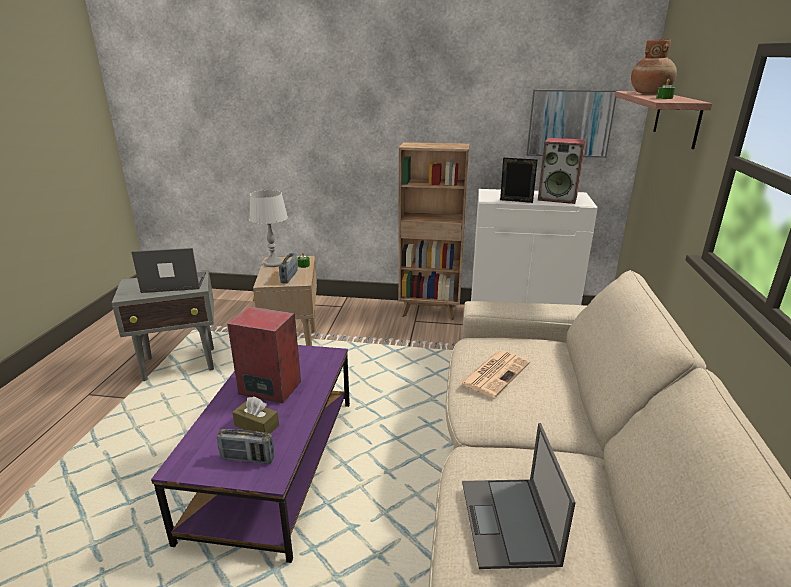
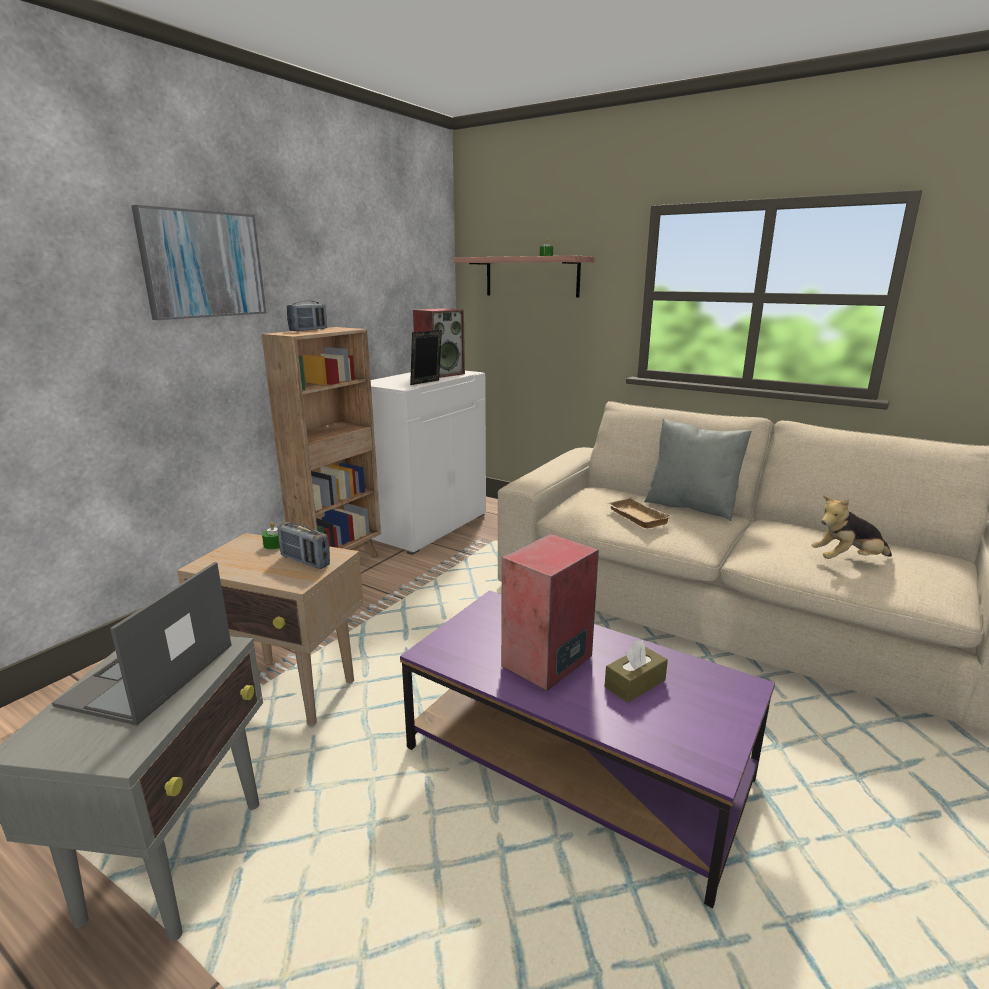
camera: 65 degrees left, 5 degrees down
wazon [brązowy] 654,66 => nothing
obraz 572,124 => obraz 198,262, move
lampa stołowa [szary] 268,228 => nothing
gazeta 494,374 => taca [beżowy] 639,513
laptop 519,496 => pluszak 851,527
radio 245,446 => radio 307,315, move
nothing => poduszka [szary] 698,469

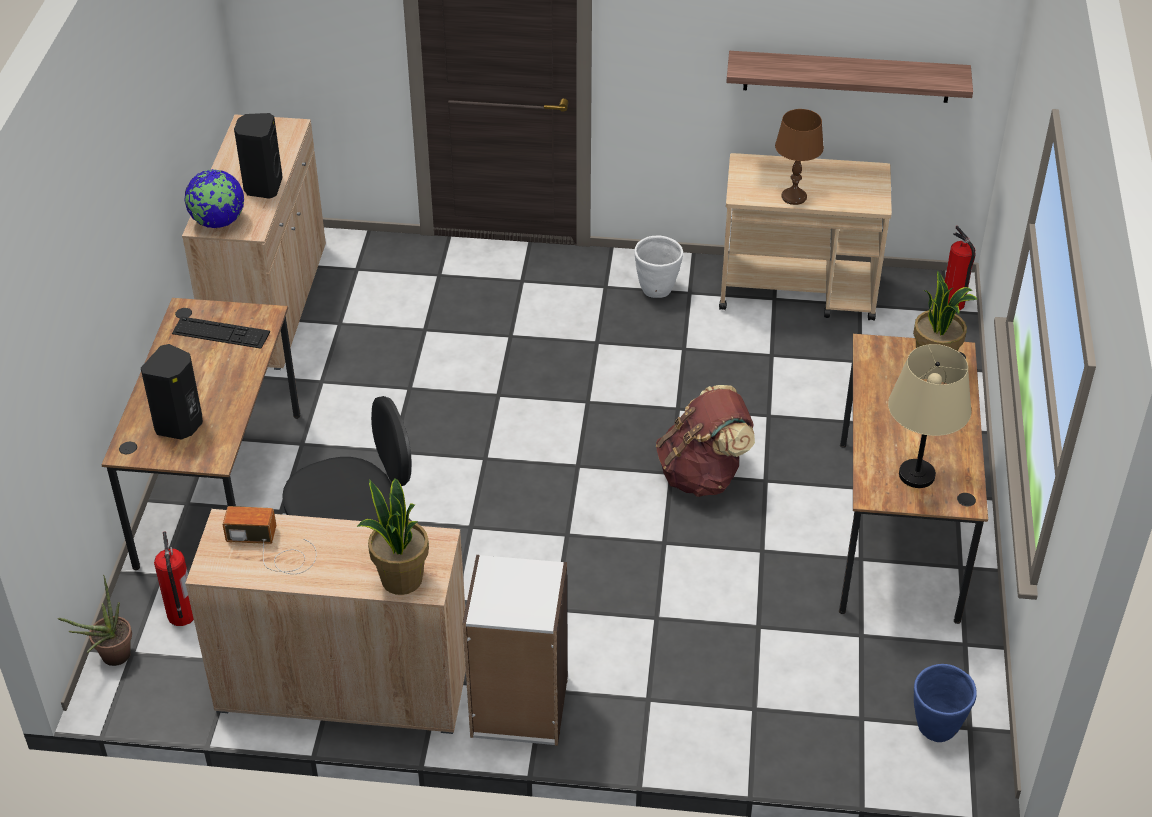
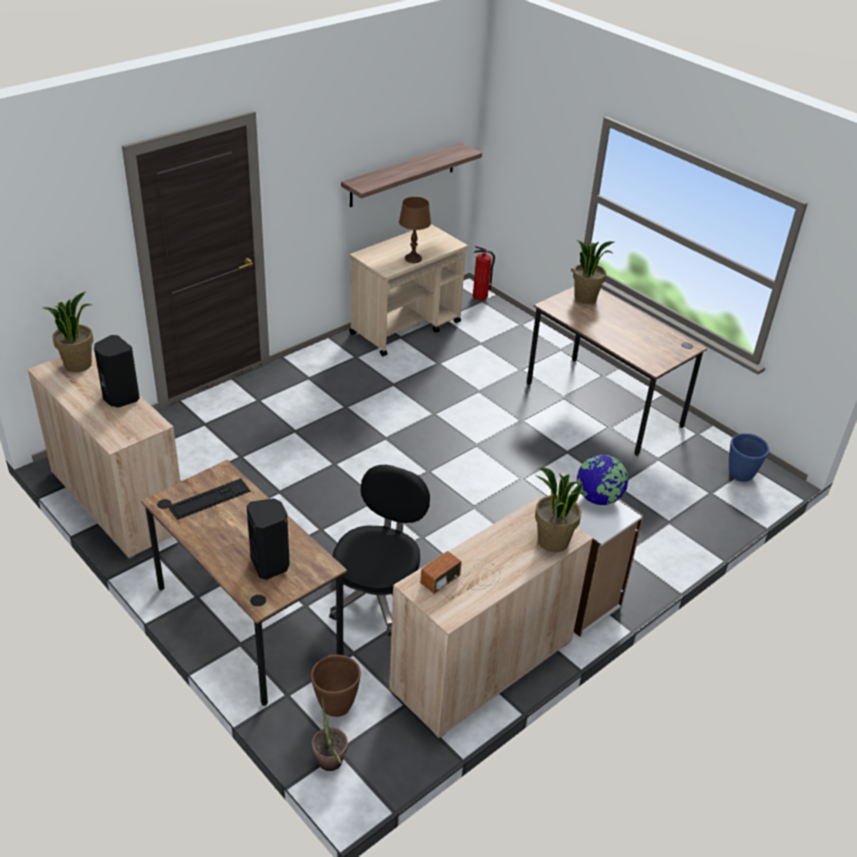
camera: 50 degrees left, 5 degrees down
globus 214,198 => globus 602,479, move
donica [biały] 658,267 => nothing
lampa stołowa [beżowy] 929,416 => nothing
plecak [brązowy] 705,441 => nothing
gaśnica 174,578 => donica [brązowy] 336,686
nothing => roślina doniczkowa 68,332

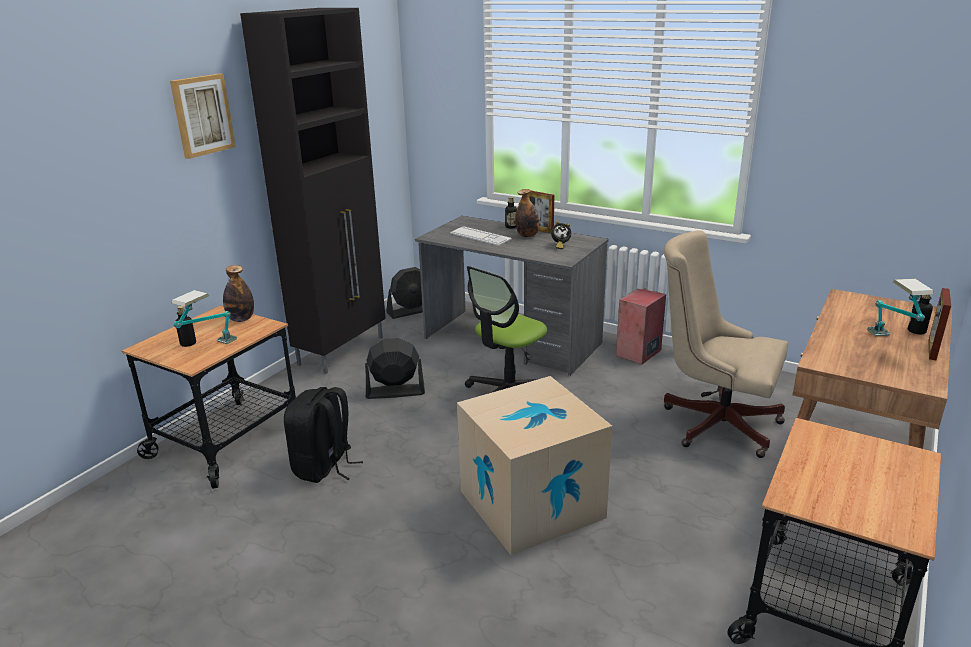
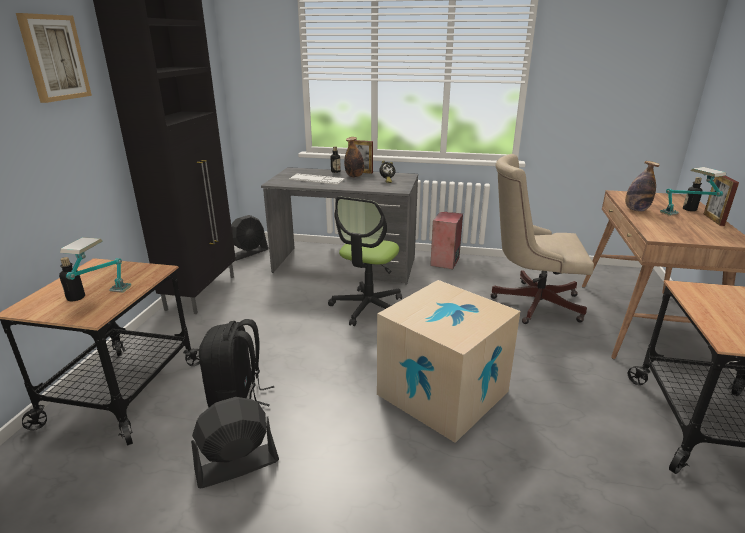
camera: 20 degrees left, 0 degrees up
butelka 238,293 => butelka 642,186, move
wentylator [czarny] 395,368 => wentylator [czarny] 235,442, move

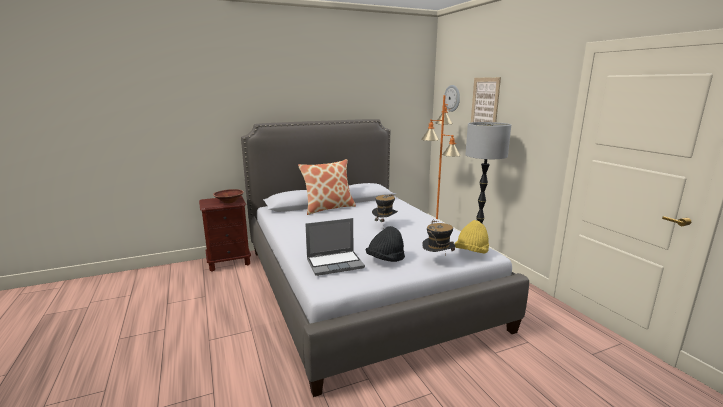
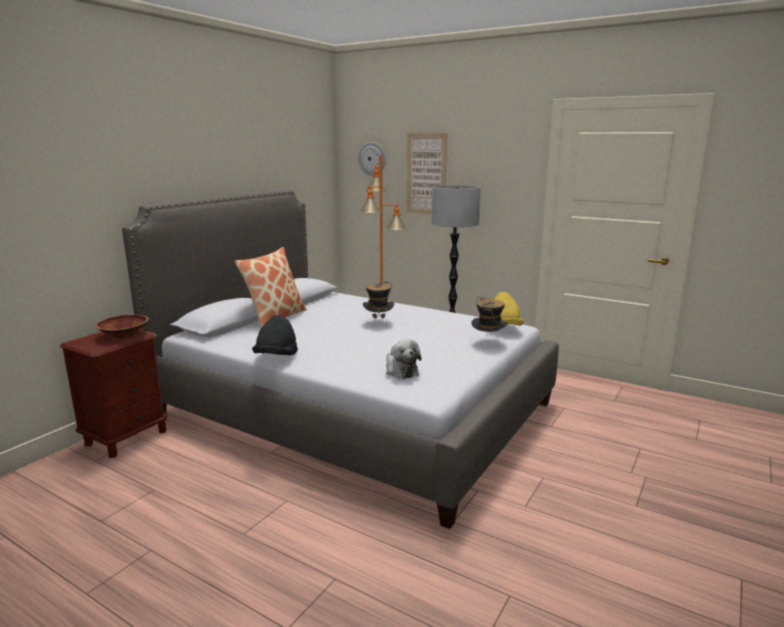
camera: 35 degrees left, 0 degrees up
laptop 335,247 => pluszak 403,359
kapelusz [czarny] 385,244 => kapelusz [czarny] 275,335, move

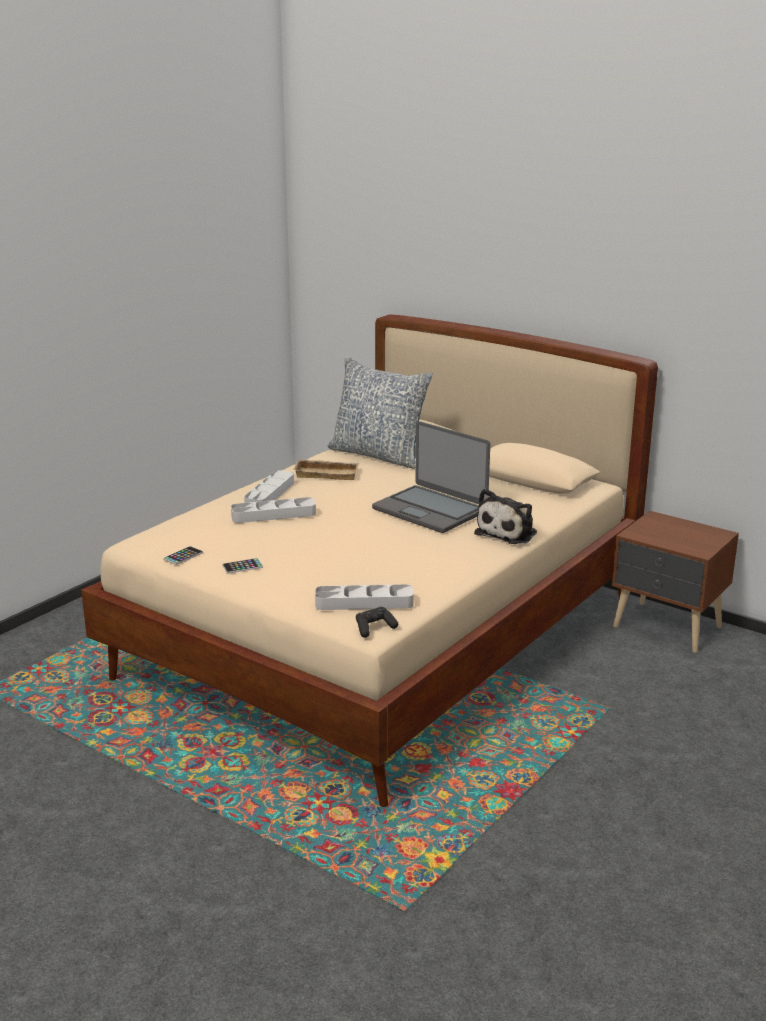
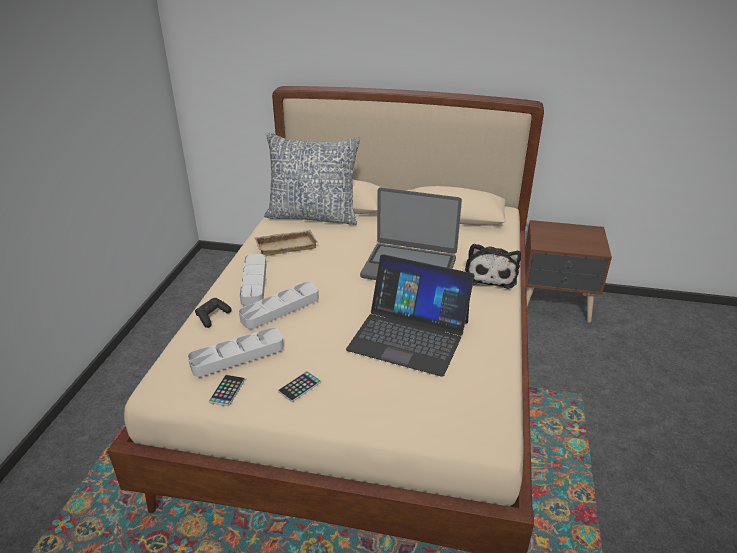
camera: 25 degrees left, 10 degrees up
taca [szary] 364,597 => taca [szary] 235,352, move
pad do gier [czarny] 377,622 => pad do gier [czarny] 213,313, move
nothing => laptop 410,315

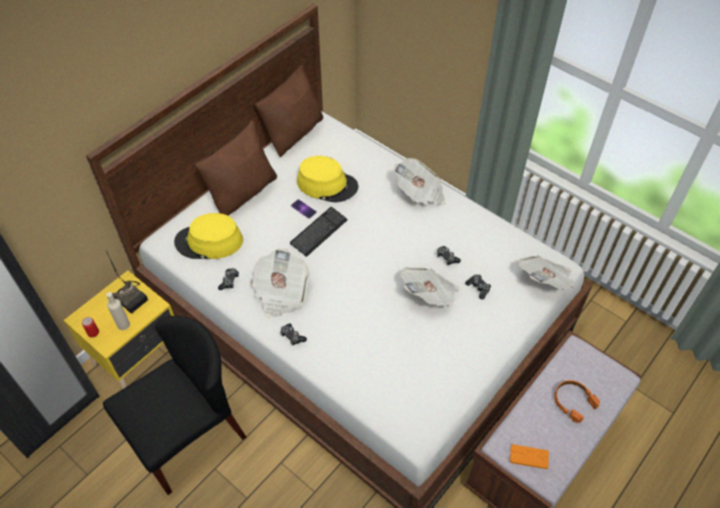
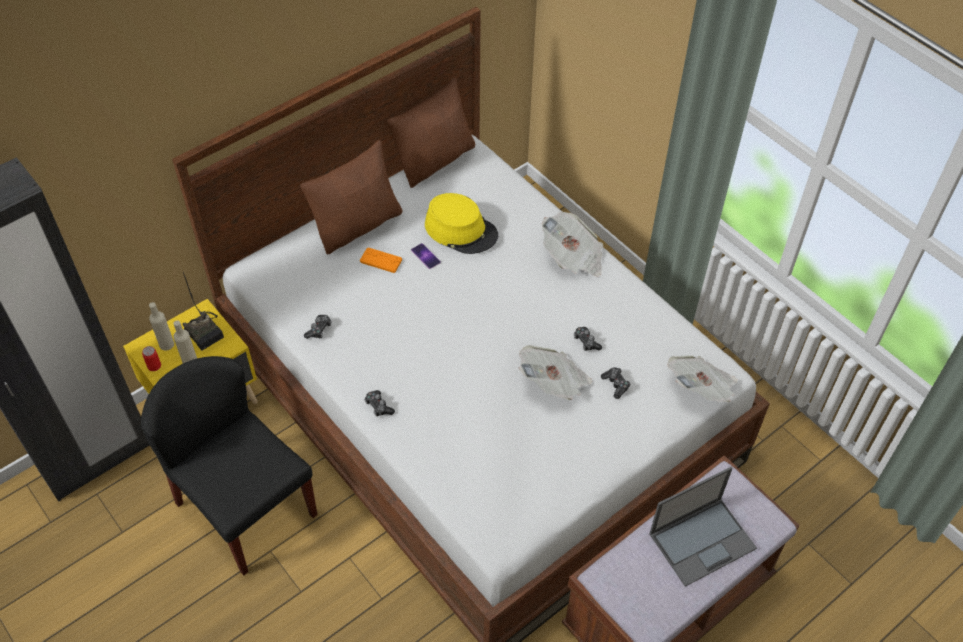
camera: 10 degrees right, 0 degrees up
klawiatura 319,232 => nothing
kapelusz [żółty] 208,236 => nothing
gazeta 280,283 => nothing
krzesło [czarny] 174,405 => krzesło [czarny] 229,465, 105 degrees counterclockwise
słuchawki [pomarańczowy] 577,401 => laptop 703,527
pad do gier [pomarańczowy] 529,456 => pad do gier [pomarańczowy] 381,260, move
nothing => butelka [beżowy] 161,326

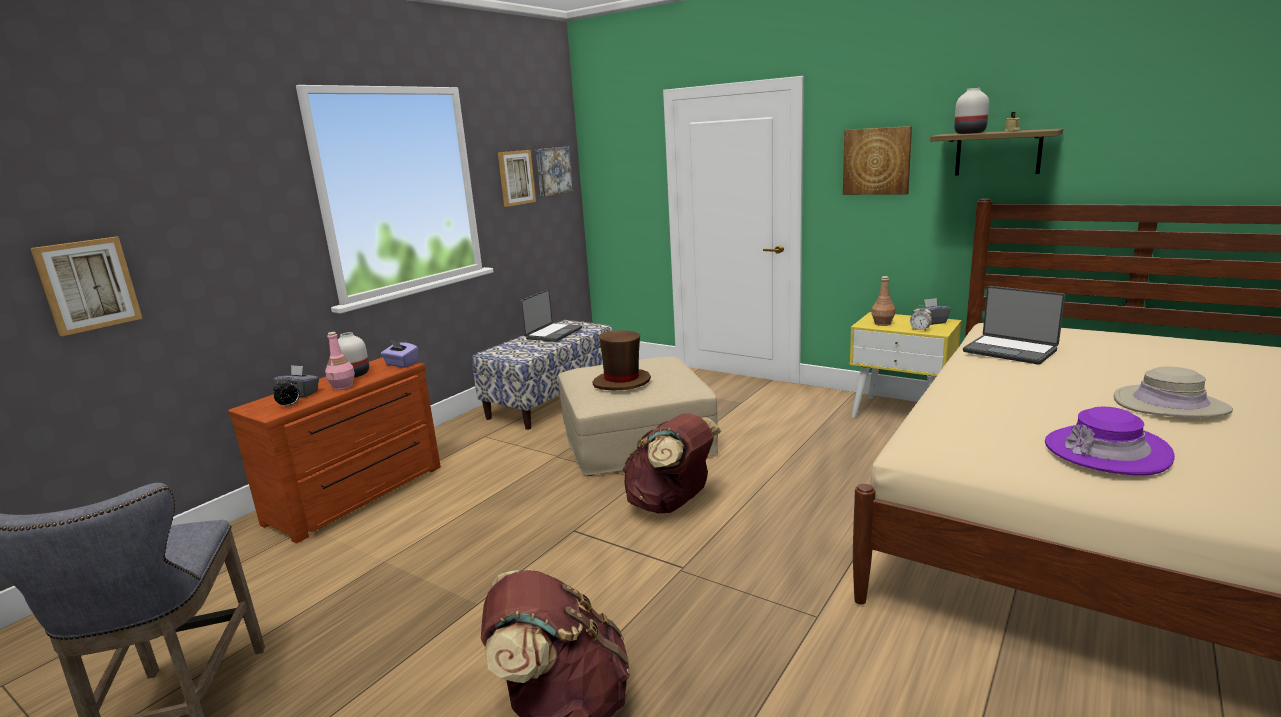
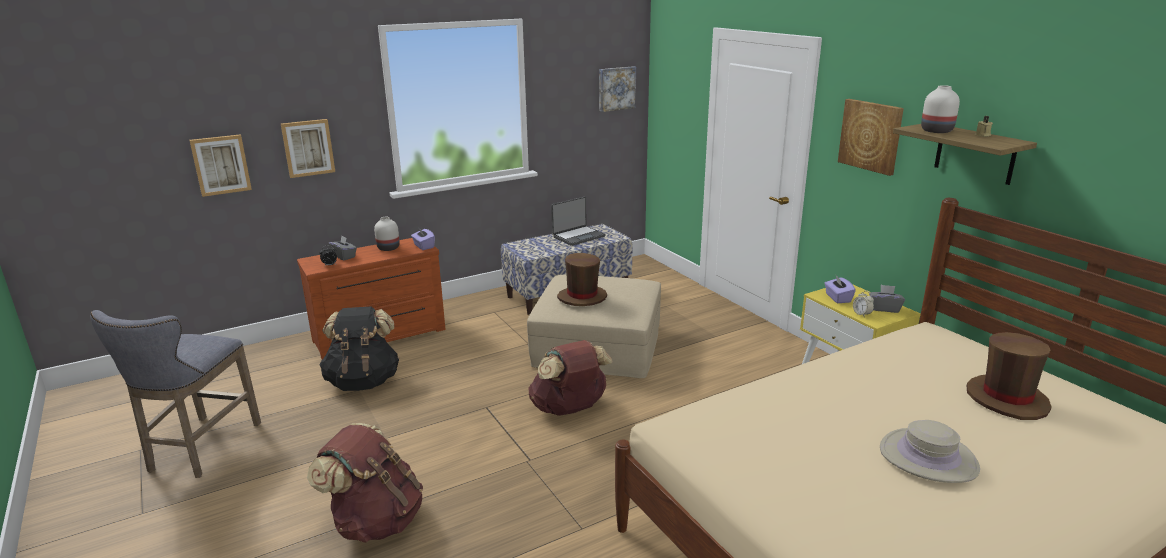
camera: 25 degrees right, 5 degrees up
obraz 517,178 => obraz 308,148, move
butelka [brązowy] 883,301 => pudełko chusteczek [fioletowy] 840,289
laptop 1014,325 => nothing
butelka [różowy] 340,361 => nothing
kapelusz [fioletowy] 1110,441 => nothing
nothing => plecak [czarny] 360,348
nothing => kapelusz [brązowy] 1009,376

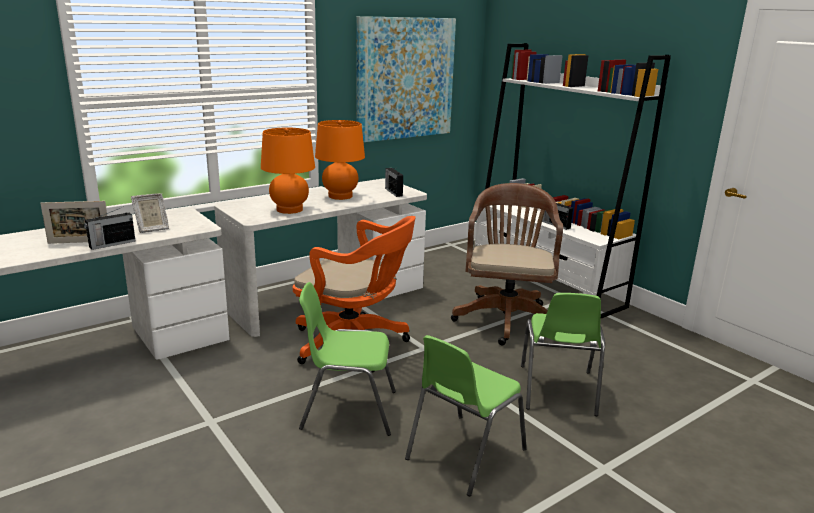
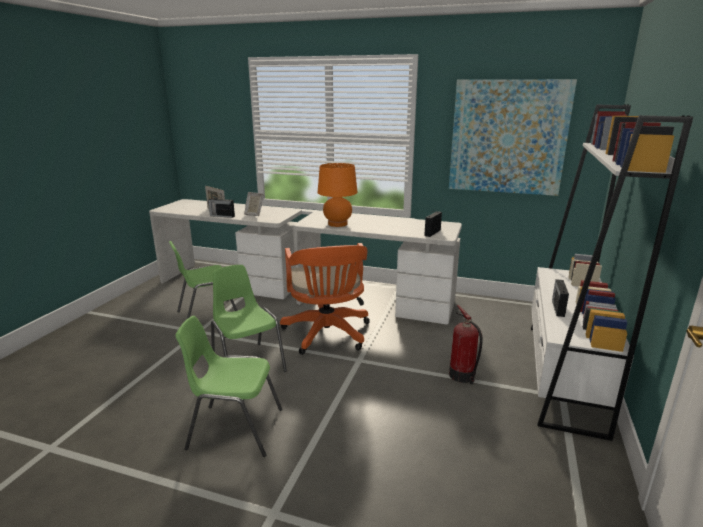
camera: 55 degrees right, 0 degrees up
lampa stołowa [pomarańczowy] 340,160 => nothing
krzesło biurowe [brązowy] 507,264 => gaśnica 465,344
krzesło [zielony] 563,354 => krzesło [zielony] 203,280, move

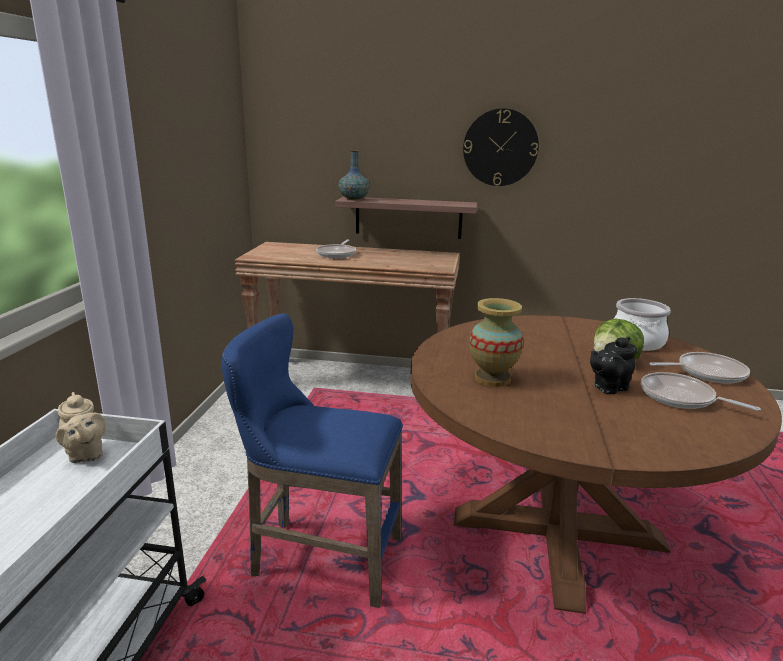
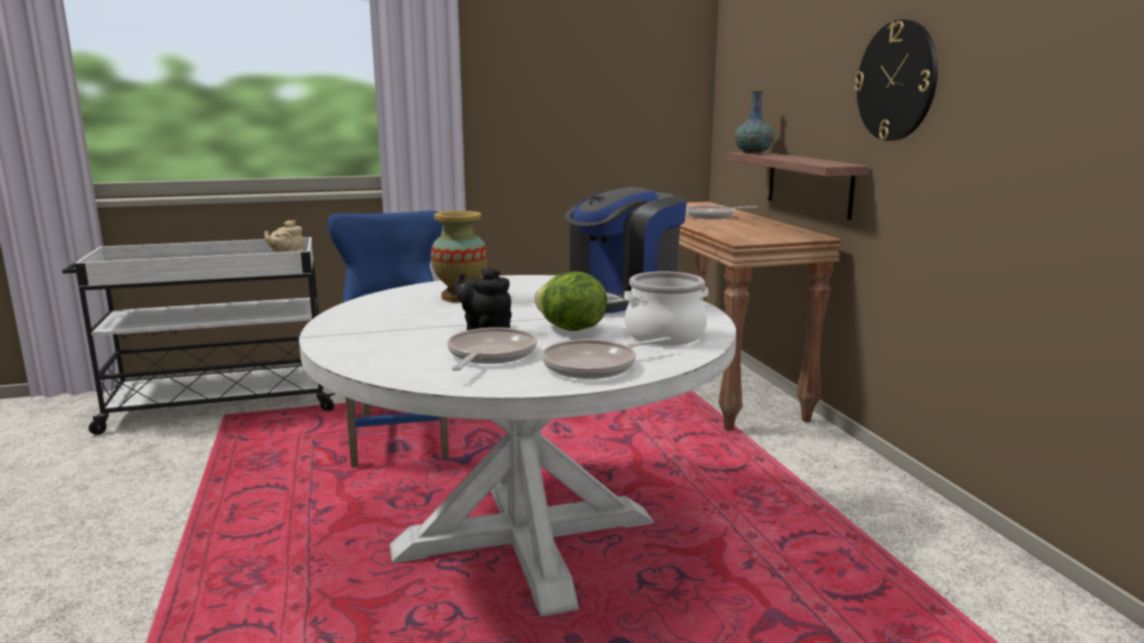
camera: 65 degrees right, 5 degrees down
stół jadalny [brązowy] 596,464 => stół jadalny [biały] 517,446
patelnia 700,368 => patelnia 606,358, 90 degrees clockwise
nothing => ekspres do kawy 625,250

